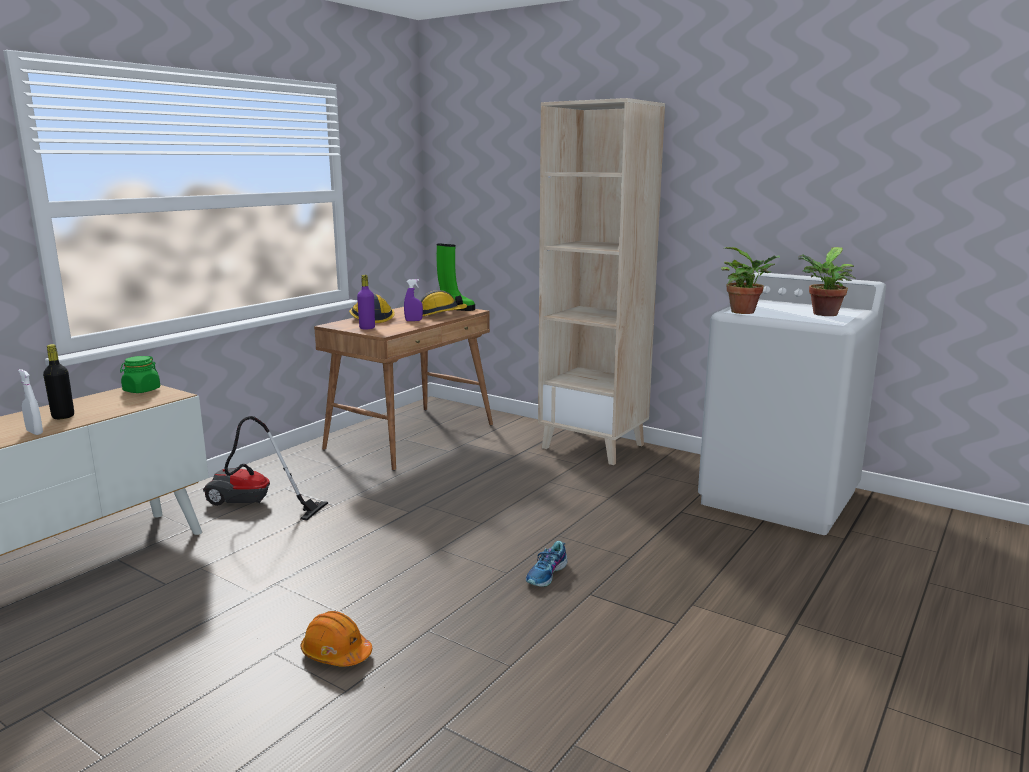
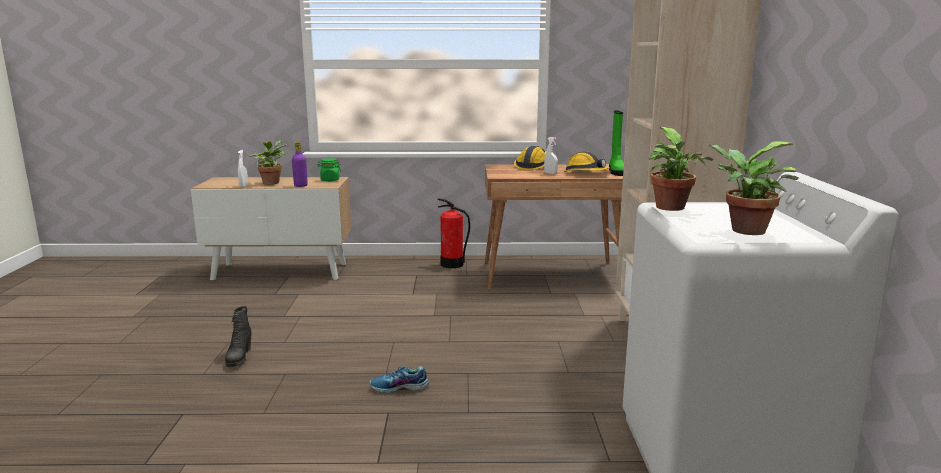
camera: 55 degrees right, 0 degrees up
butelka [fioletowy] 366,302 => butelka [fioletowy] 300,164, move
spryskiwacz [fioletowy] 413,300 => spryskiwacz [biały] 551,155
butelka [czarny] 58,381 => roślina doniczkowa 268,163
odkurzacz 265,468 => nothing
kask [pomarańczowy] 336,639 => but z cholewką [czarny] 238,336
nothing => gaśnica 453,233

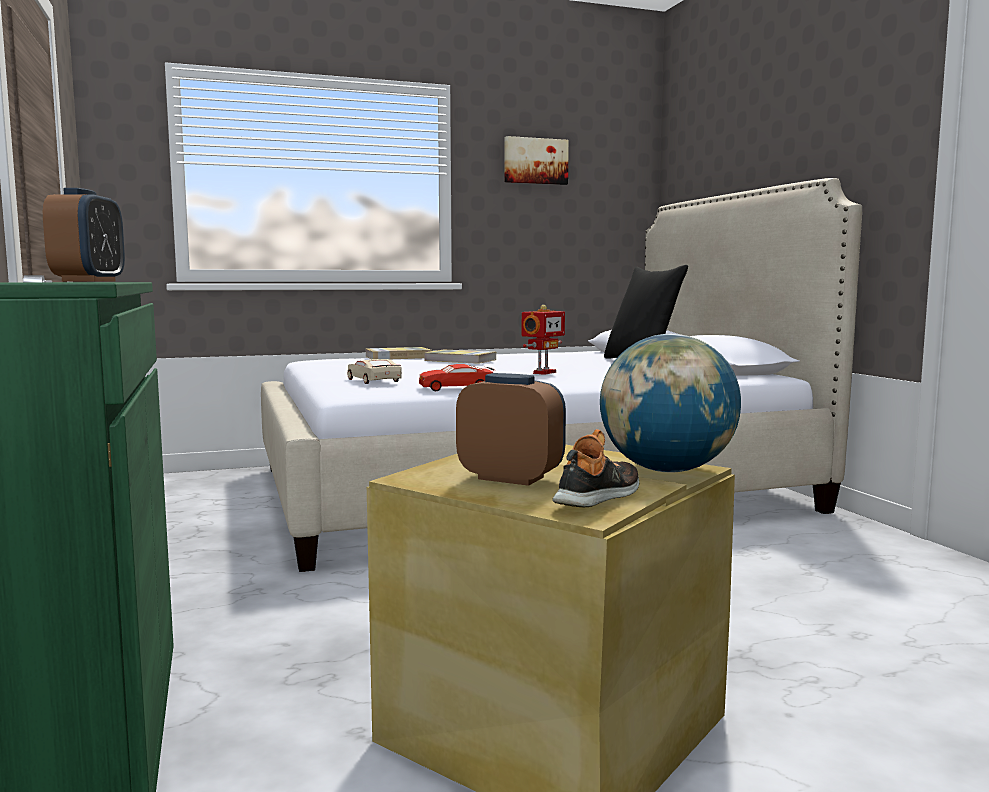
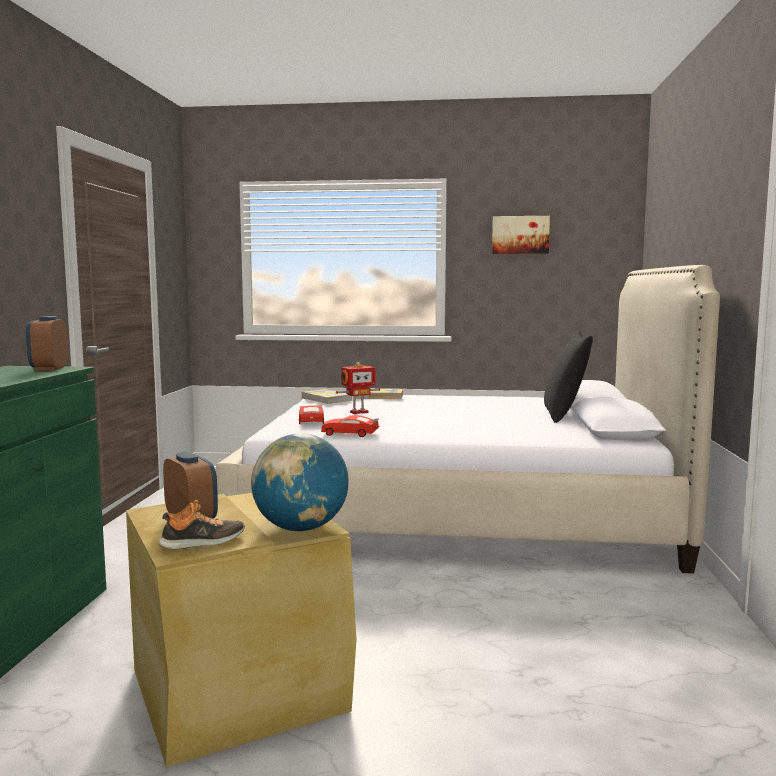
camera: 25 degrees right, 0 degrees up
budzik 84,235 => budzik 47,343, 150 degrees clockwise
robot zabawkowy 543,340 => robot zabawkowy 358,388, move
książka 460,357 => książka 327,396, move
samochodzik [beżowy] 374,371 => samochodzik [czerwony] 311,414

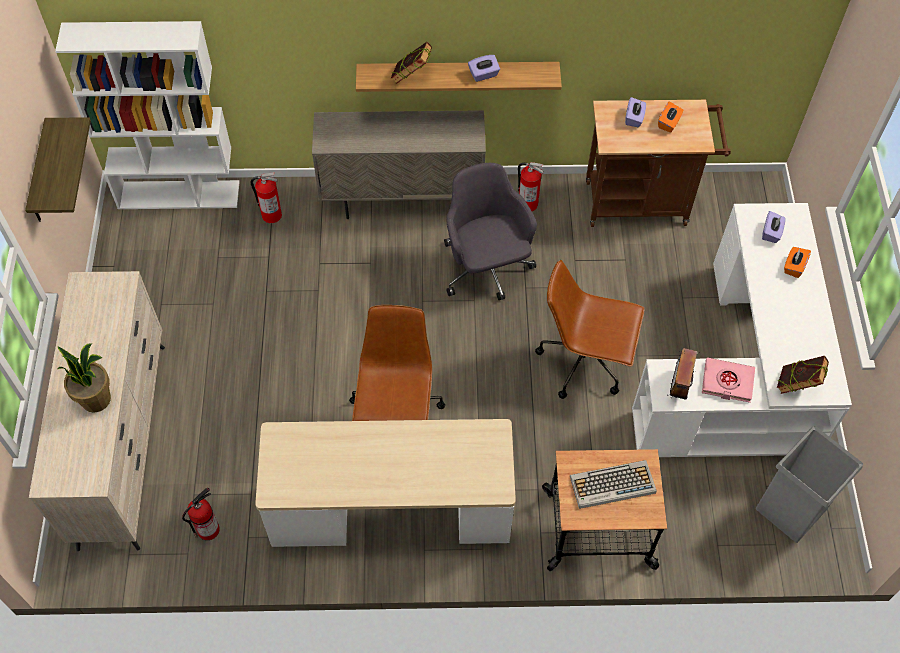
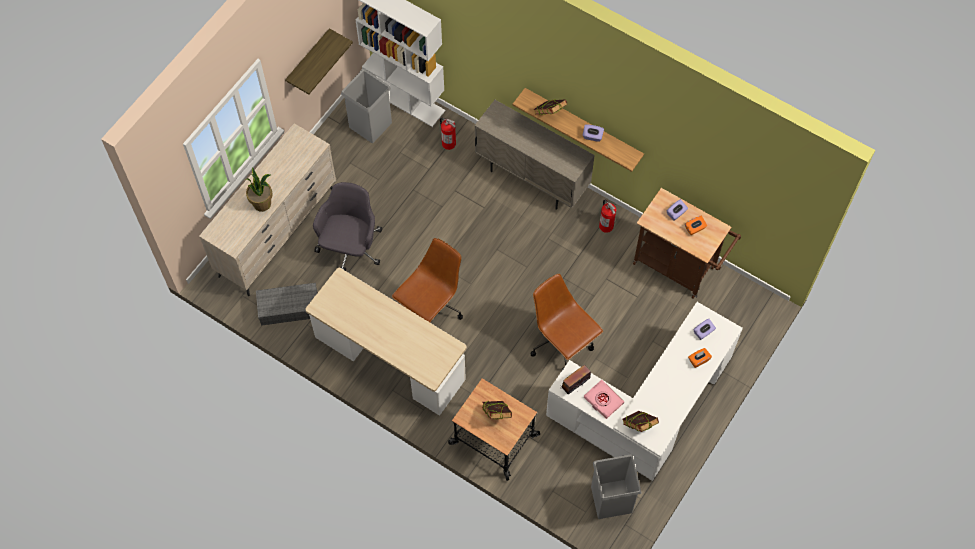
camera: 35 degrees right, 5 degrees up
krzesło biurowe [szary] 490,231 => krzesło biurowe [szary] 347,226, move
klawiatura 613,484 => książka 497,410
gaśnica 201,514 => pojemnik do przechowywania [szary] 287,304
nothing => kosz na śmieci [szary] 366,106

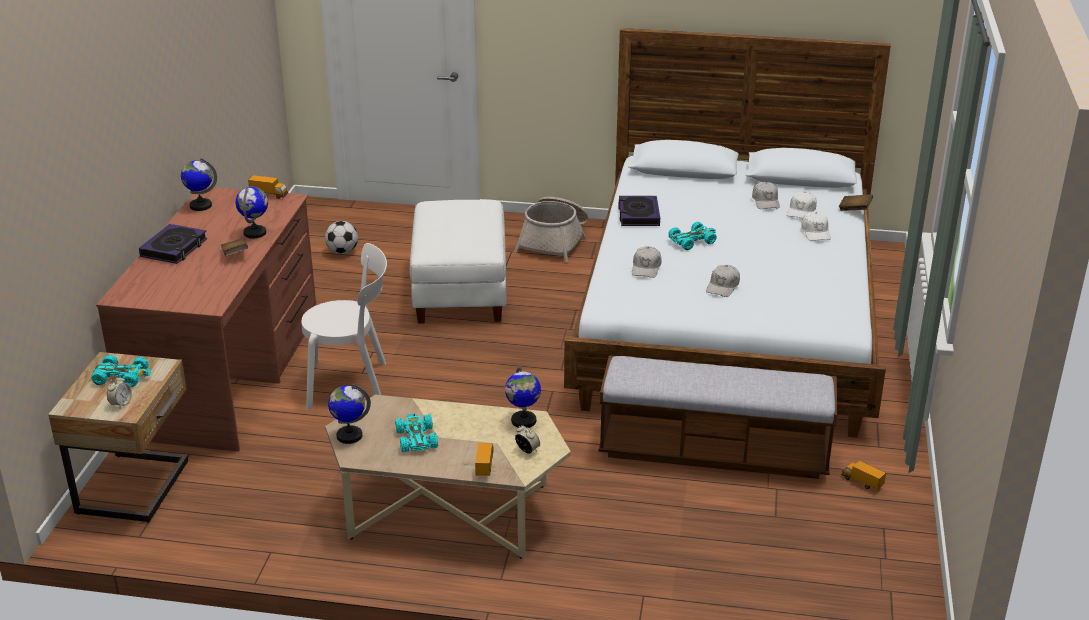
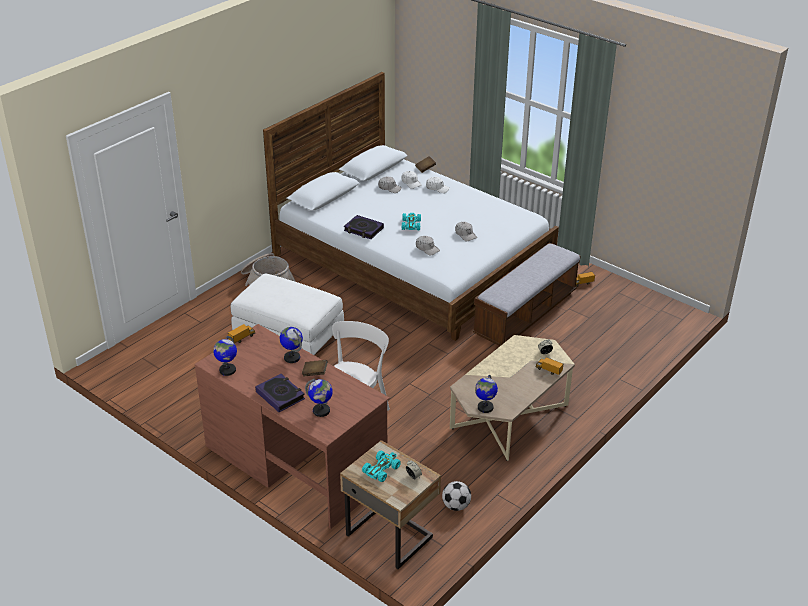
camera: 60 degrees left, 5 degrees up
piłka futbolowa 341,237 => piłka futbolowa 456,496, move
globus 523,397 => globus 319,398, move
samochodzik [turkusowy] 416,432 => nothing

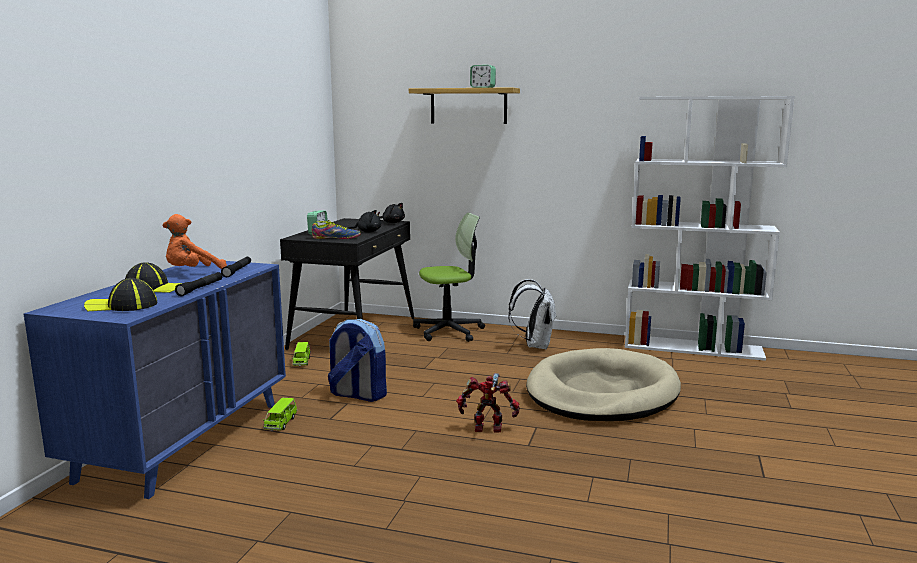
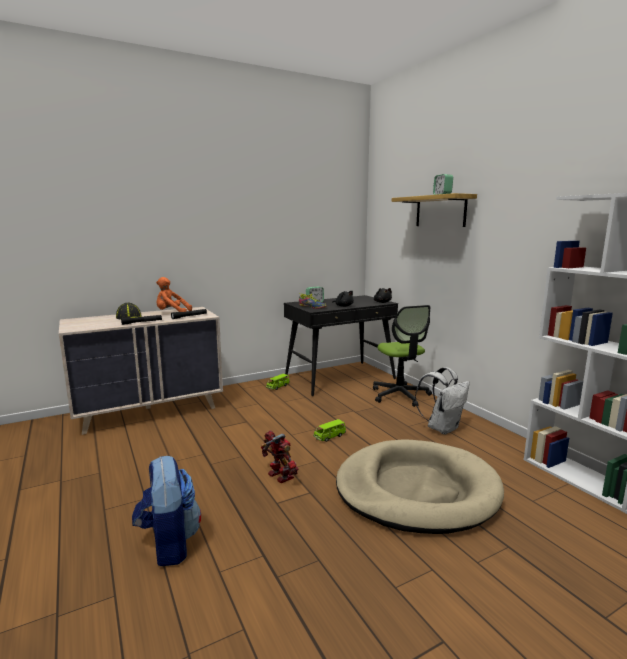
camera: 45 degrees right, 0 degrees up
krzesło biurowe 449,277 => krzesło biurowe 402,356, 45 degrees clockwise
komoda [niebieski] 155,379 => komoda [beżowy] 141,371
czapka z daszkiem 121,294 => nothing
plecak 357,360 => plecak 166,511, move
samochodzik [zielony] 280,414 => samochodzik [zielony] 329,430, move

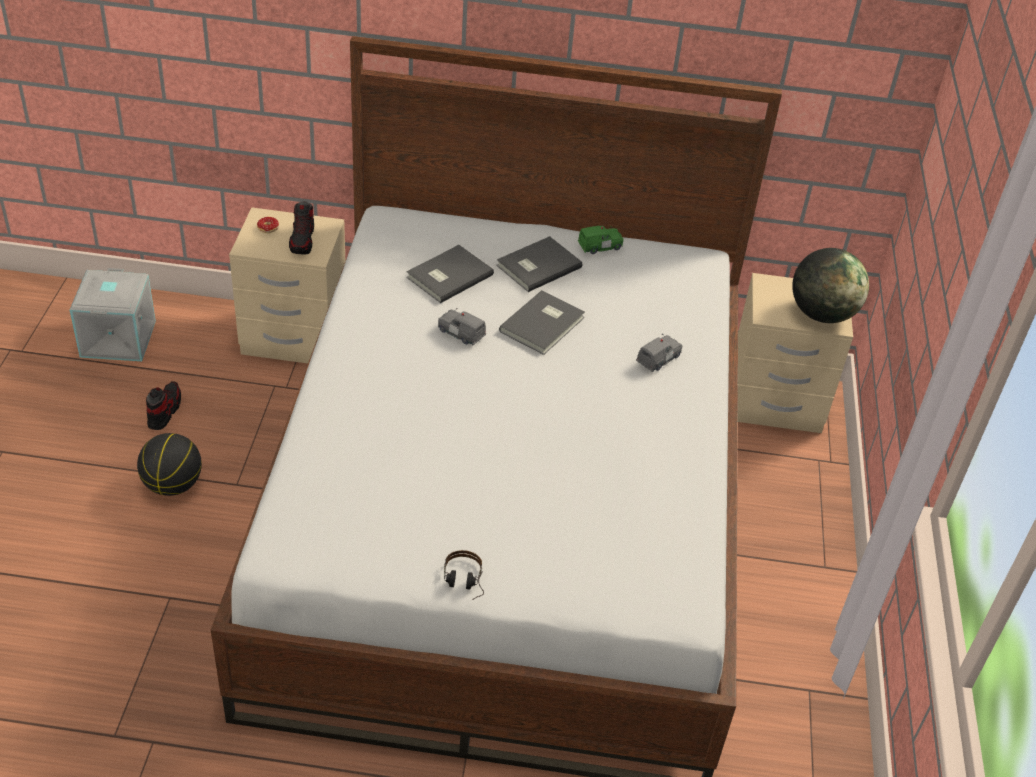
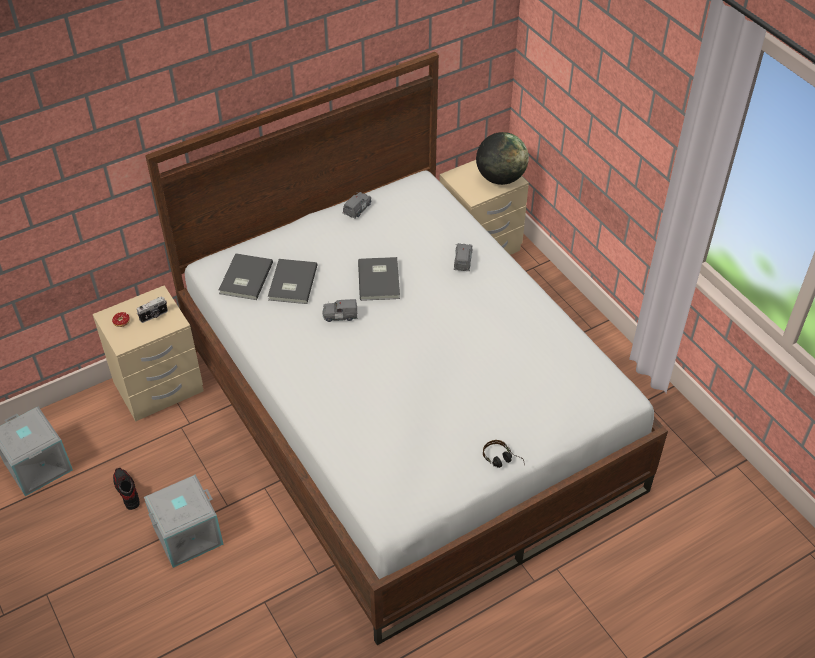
camera: 35 degrees left, 5 degrees up
but 301,227 => aparat fotograficzny 152,310
samochodzik [zielony] 601,239 => samochodzik [szary] 357,205
książka [szary] 539,264 => książka [szary] 246,276, move
piłka do koszykówki 169,464 => pojemnik do przechowywania [szary] 183,521

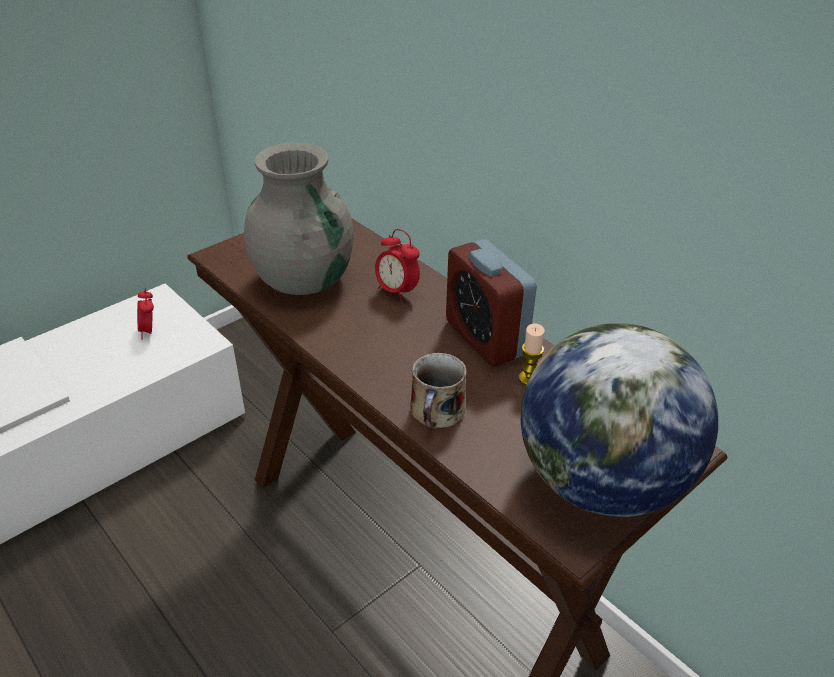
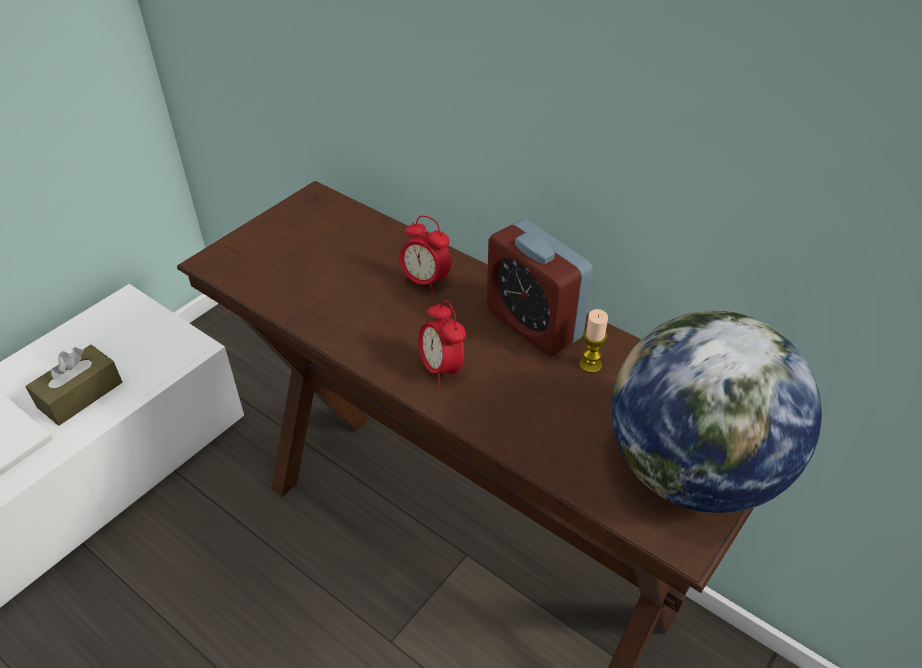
camera: 10 degrees left, 5 degrees up
wazon [szary] 299,219 => nothing
budzik 145,313 => budzik 442,343, move
kubek 438,391 => nothing
nothing => pudełko chusteczek [brązowy] 74,385

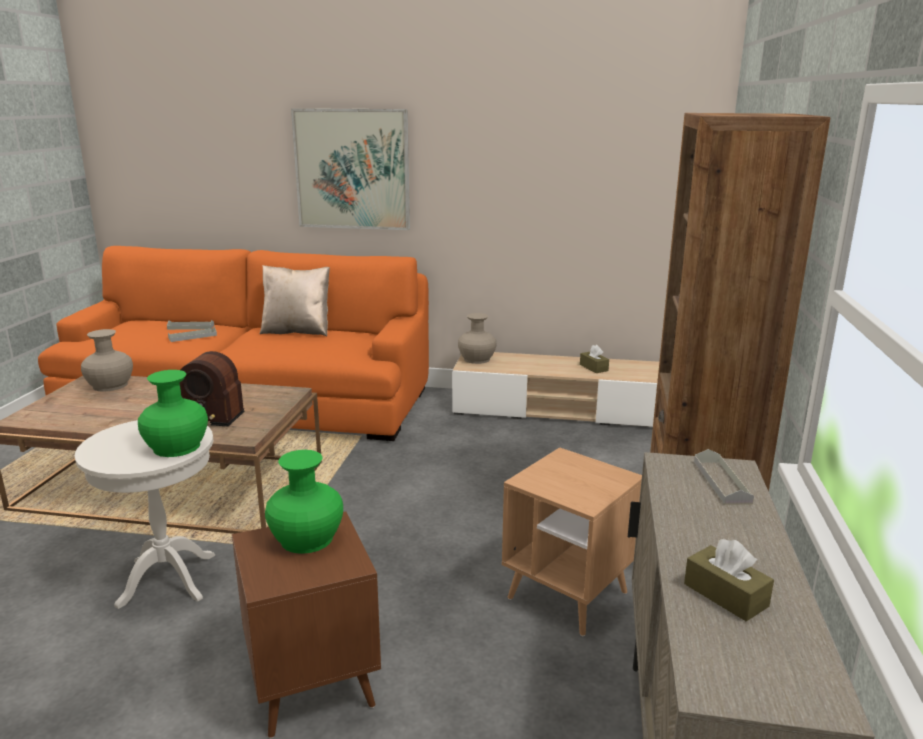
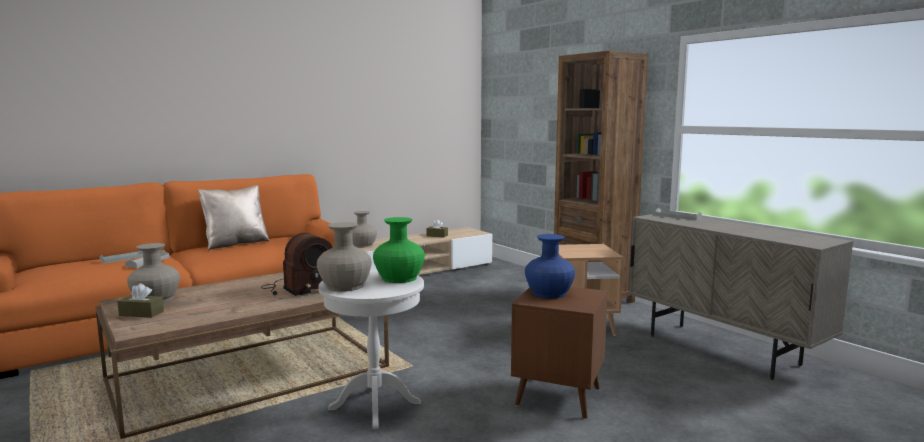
camera: 45 degrees left, 10 degrees down
obraz 350,169 => nothing
wazon [zielony] 304,502 => wazon [niebieski] 550,266
pudełko chusteczek [brązowy] 729,580 => pudełko chusteczek [brązowy] 140,300, move
nothing => wazon [beżowy] 344,257

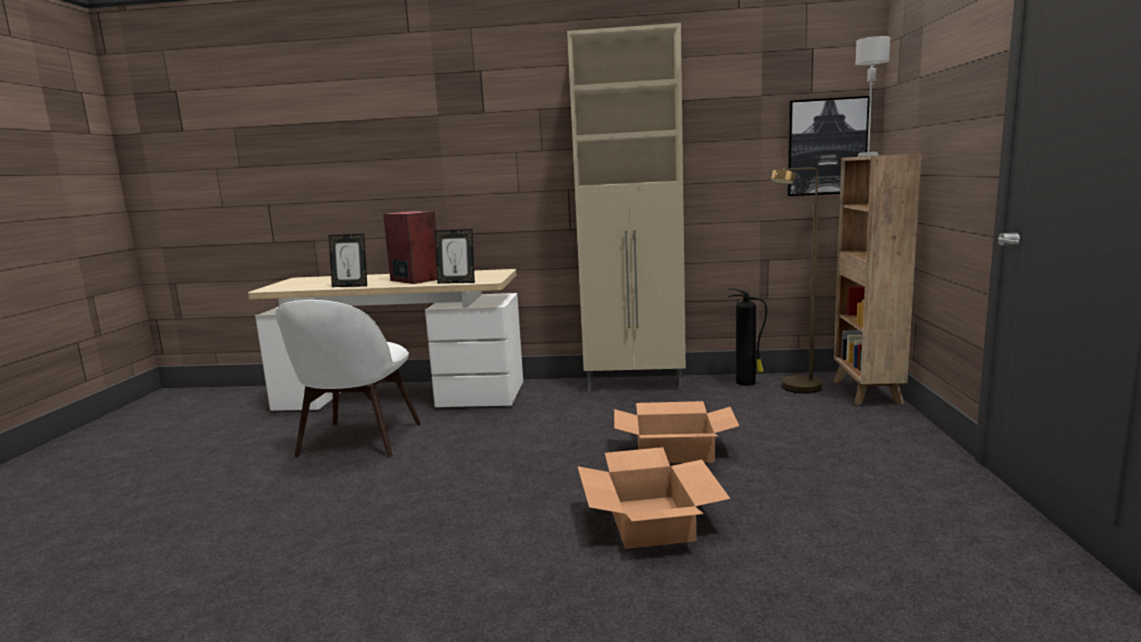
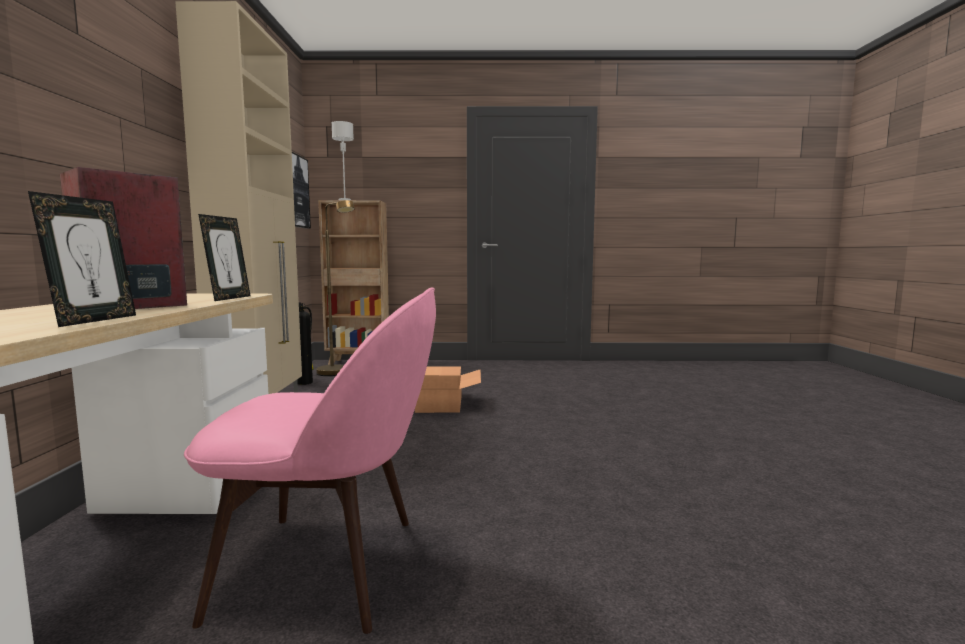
camera: 95 degrees left, 5 degrees down
krzesło [biały] 348,378 => krzesło [różowy] 310,460
karton 653,498 => nothing

